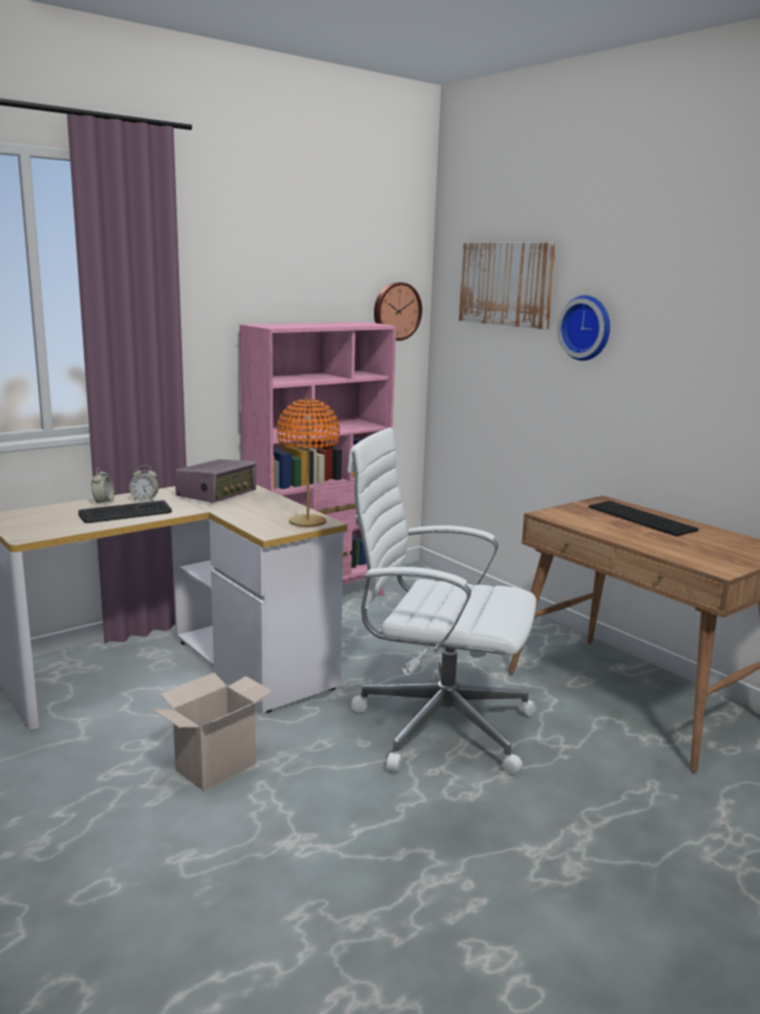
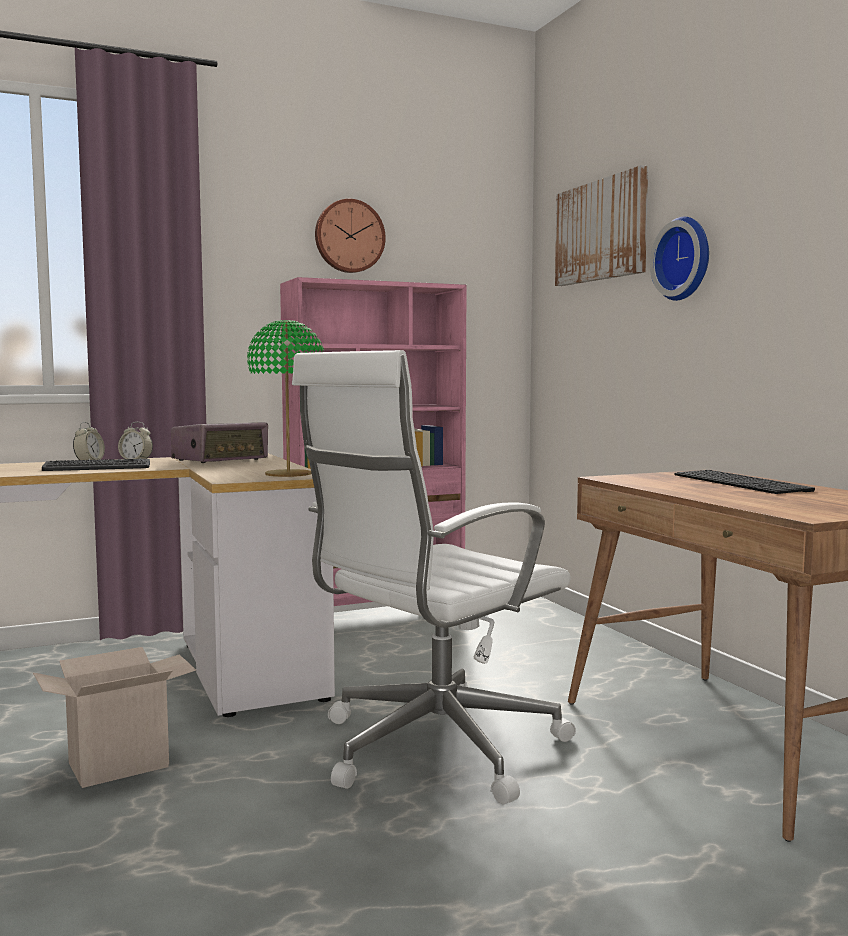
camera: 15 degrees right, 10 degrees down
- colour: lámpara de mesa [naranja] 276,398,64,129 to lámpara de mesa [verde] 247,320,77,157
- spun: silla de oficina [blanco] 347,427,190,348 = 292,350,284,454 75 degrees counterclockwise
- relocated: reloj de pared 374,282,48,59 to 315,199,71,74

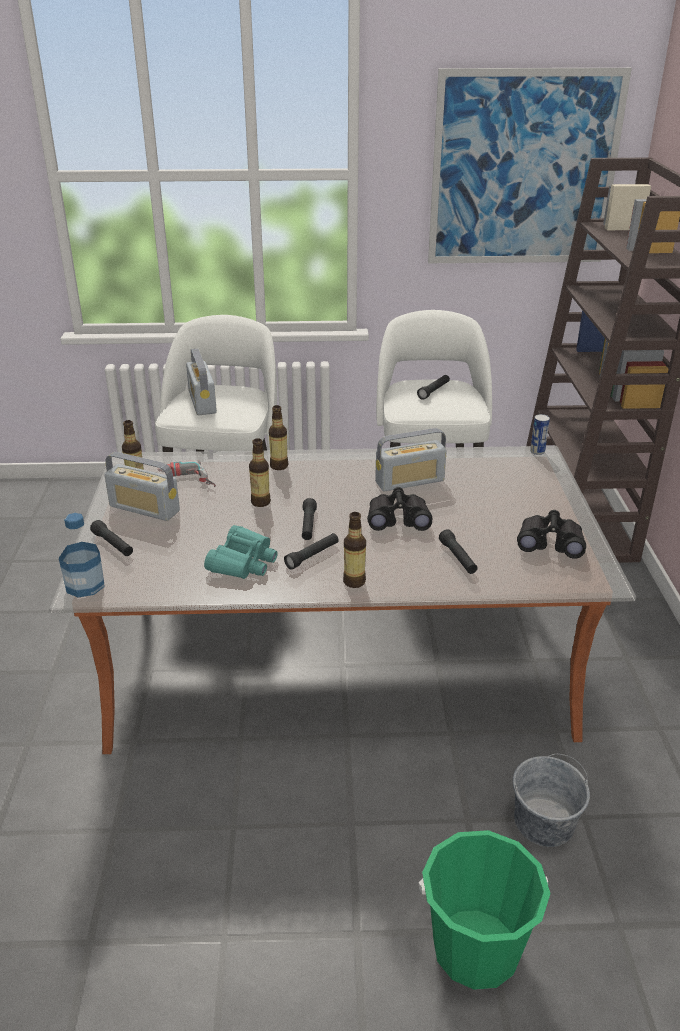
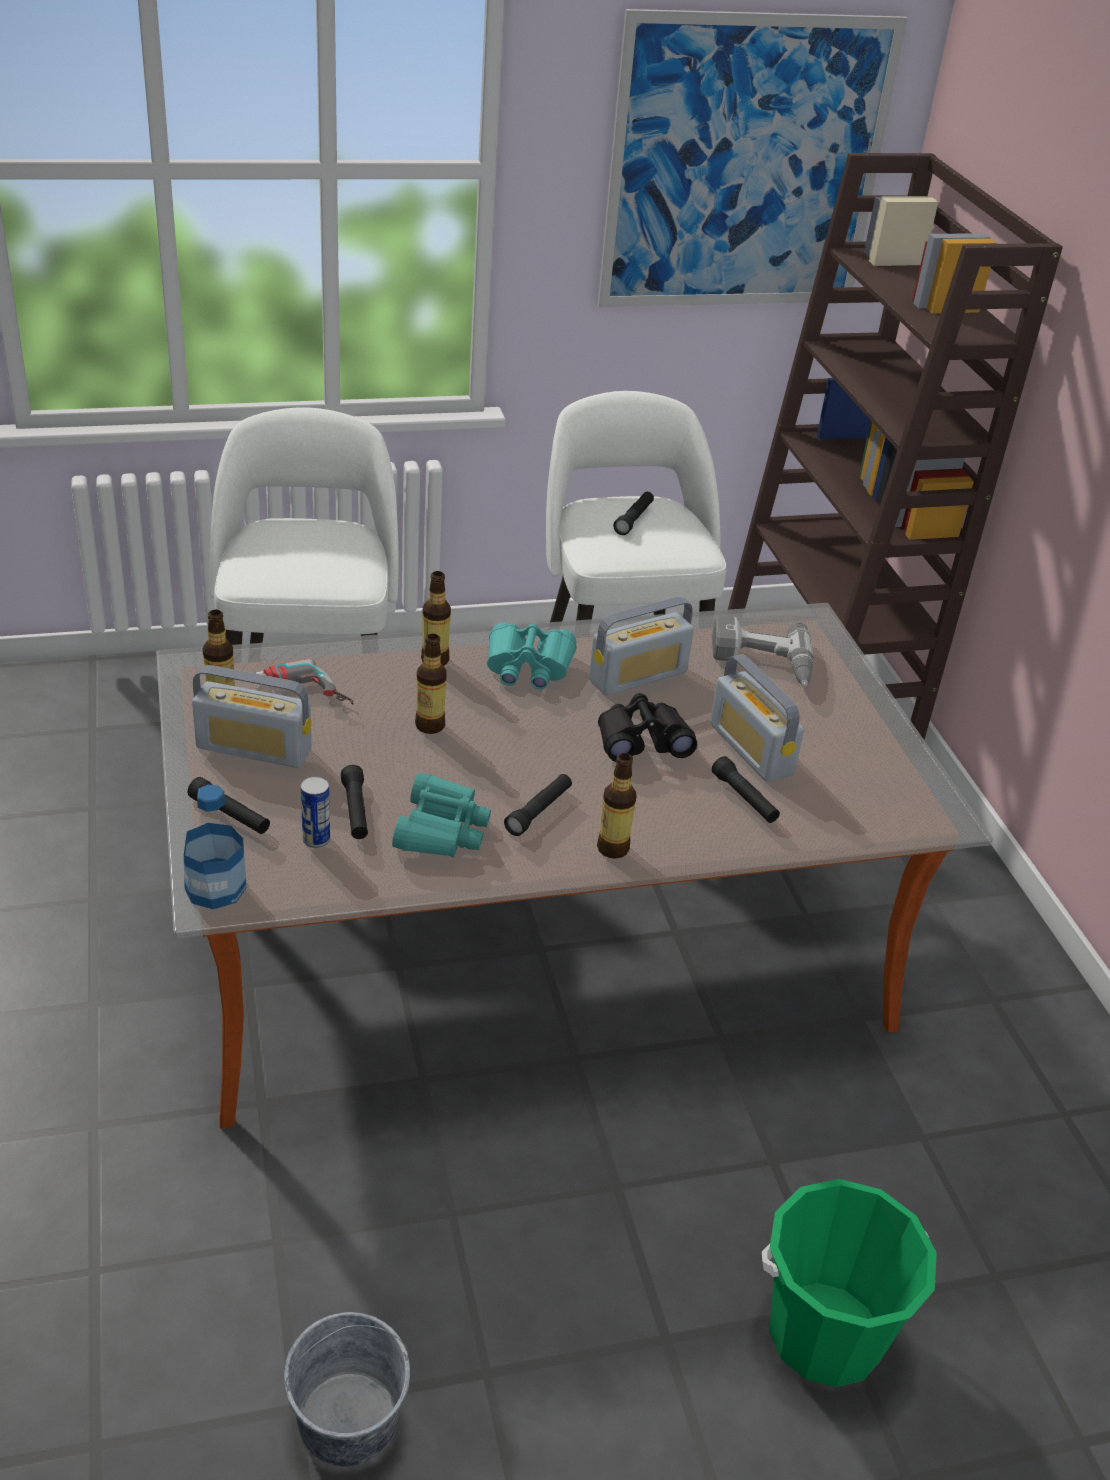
camera: 15 degrees left, 5 degrees up
- relocated: cubo [gris] 513,754,77,93 to 284,1312,126,155
- relocated: lata 530,414,20,41 to 301,776,29,72
- relocated: linterna [negro] 302,498,15,42 to 341,765,27,74
- appeared: prismáticos [turquesa] 487,622,90,67
- relocated: radio 186,349,31,66 to 710,654,94,128
- appeared: taladro 712,615,101,71
- missing: prismáticos [negro] 517,510,69,49

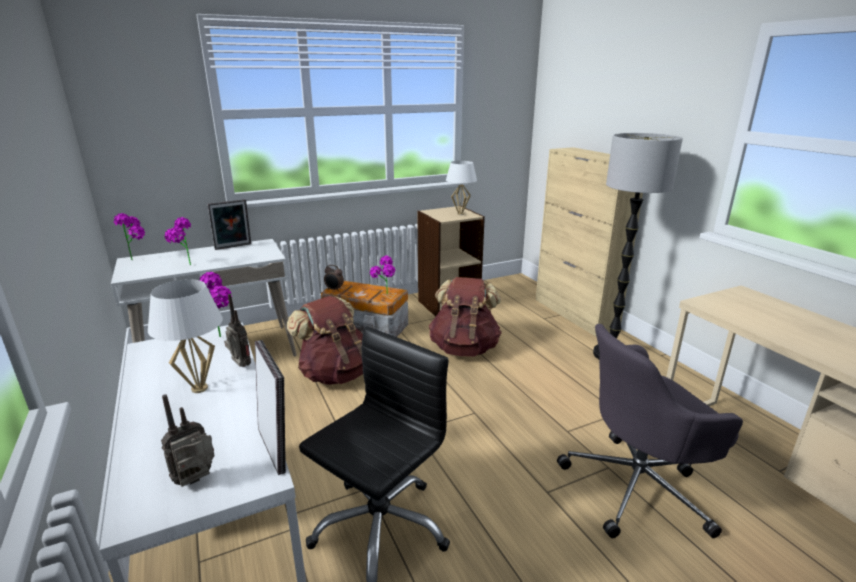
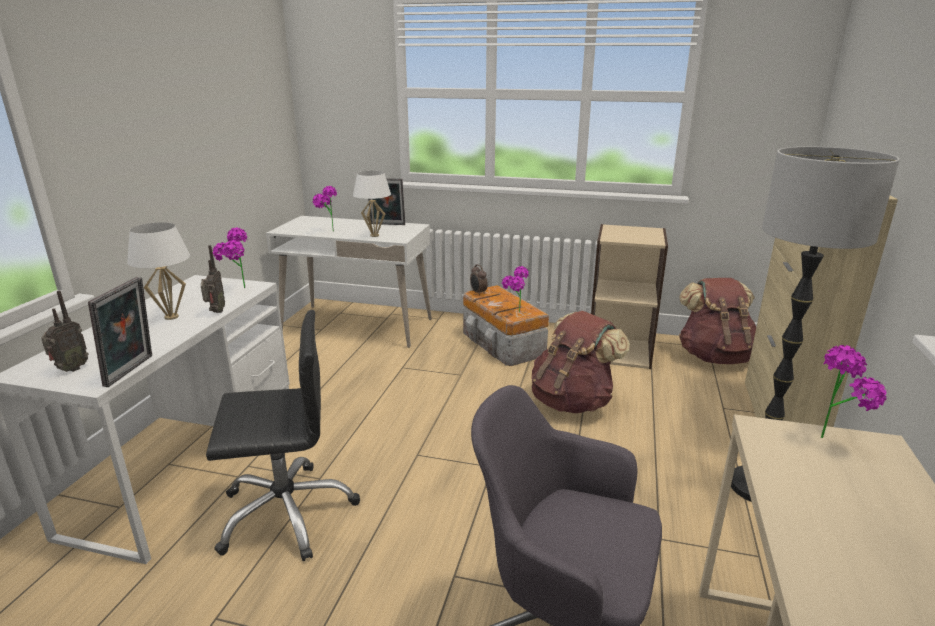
camera: 40 degrees right, 0 degrees up
- spun: radio 161,394,54,93 = 41,290,48,82 120 degrees clockwise
- relocated: lámpara de mesa [blanco] 446,161,31,54 to 353,171,38,66
- relocated: mochila [marrón] 287,296,76,89 to 679,278,77,86
- relocated: planta en maceta 114,213,31,47 to 821,345,66,93

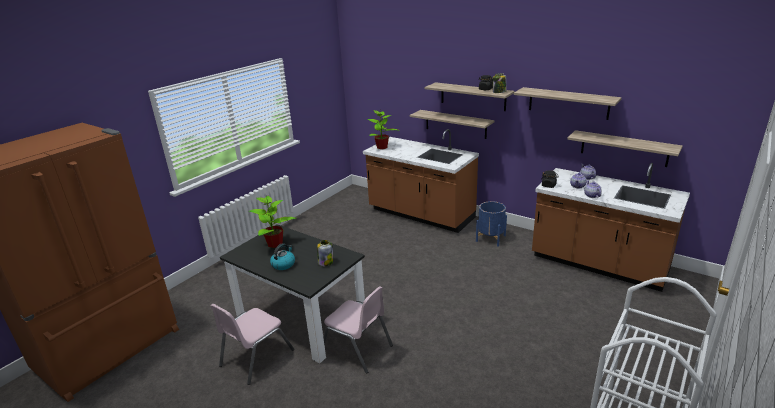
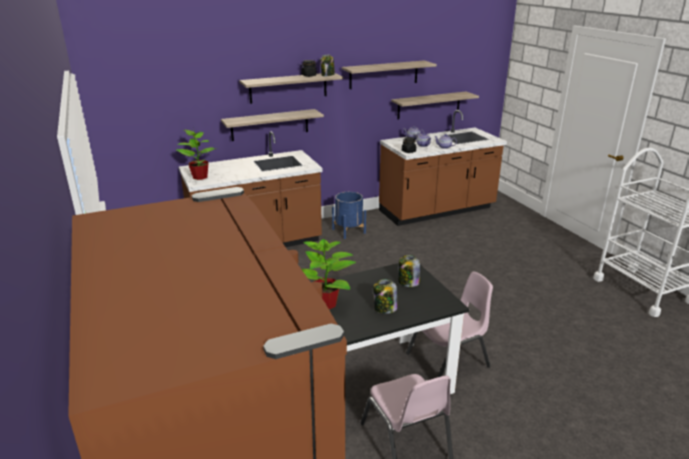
camera: 60 degrees left, 0 degrees up
- exchanged: hervidor 270,243,25,27 to tarro 373,279,24,35

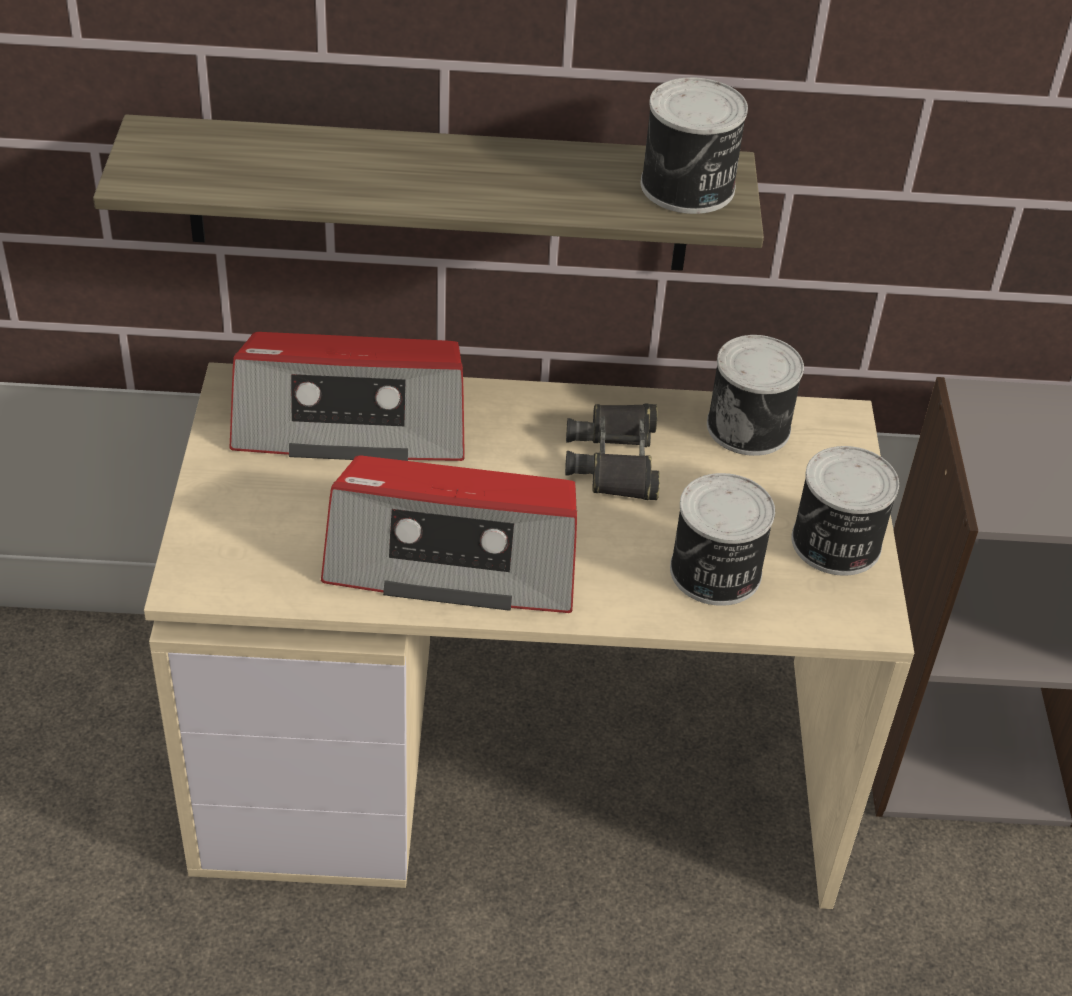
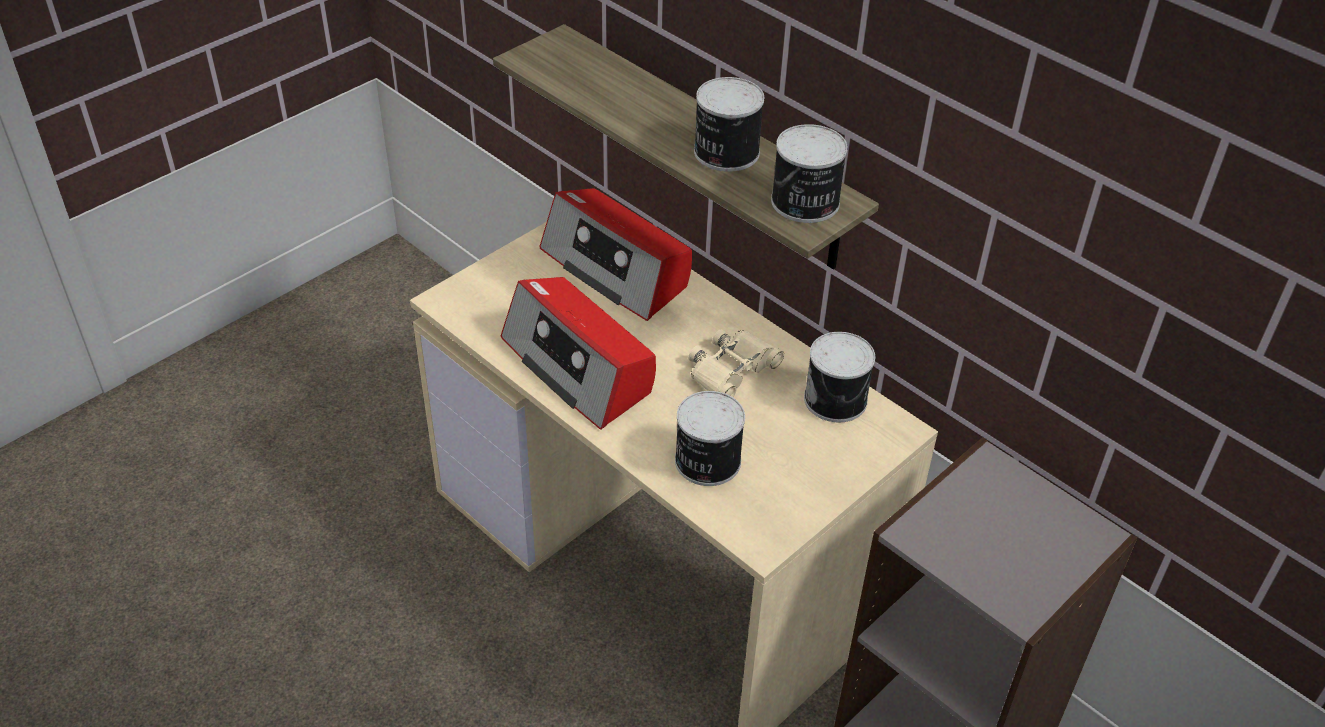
camera: 45 degrees right, 0 degrees up
- colour: prismáticos [negro] 565,404,95,96 to prismáticos [beis] 688,329,96,68
- relocated: lata 791,446,108,130 to 694,77,70,95

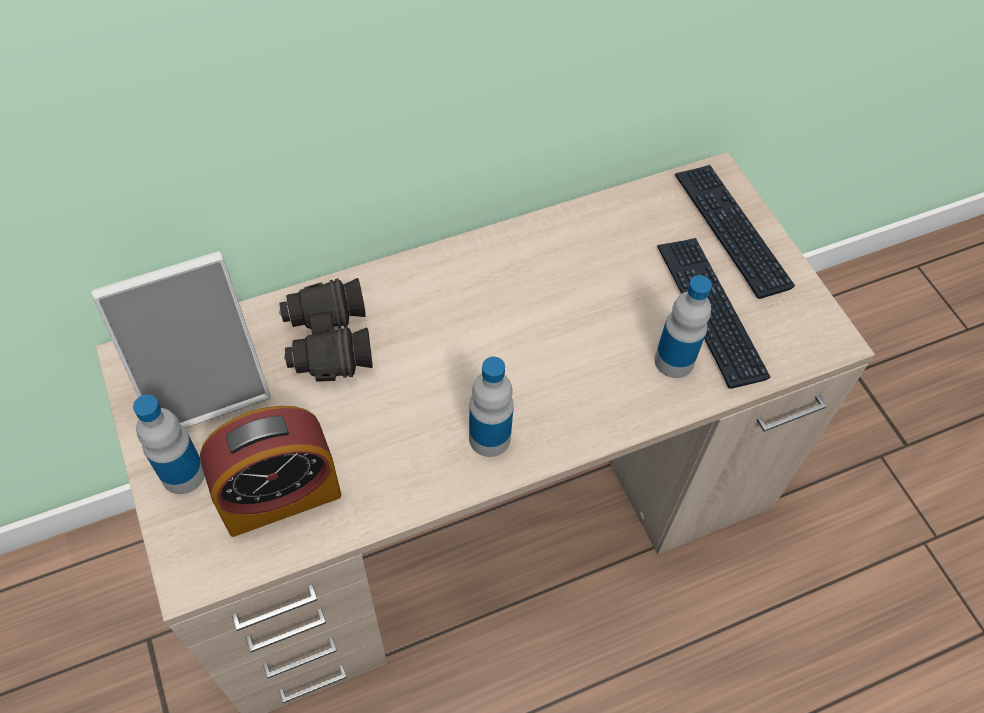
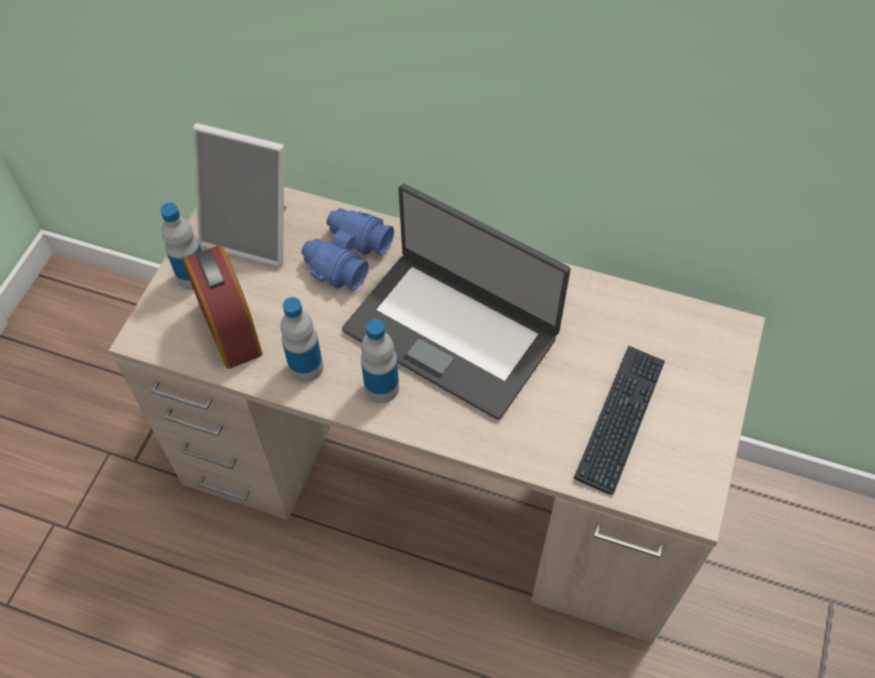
camera: 45 degrees right, 0 degrees up
- spun: despertador 200,406,141,131 = 183,245,80,124 45 degrees clockwise
- relocated: botella 654,275,58,103 to 280,297,43,85
- colour: prismáticos [negro] 279,278,94,104 to prismáticos [azul] 301,208,93,83
- appeared: portátil 342,184,229,236
- missing: teclado 675,165,120,134

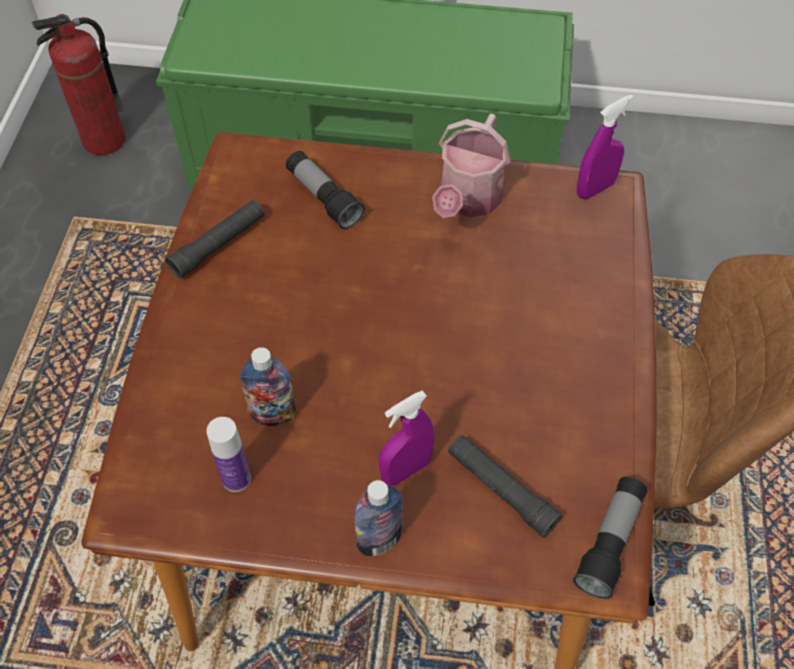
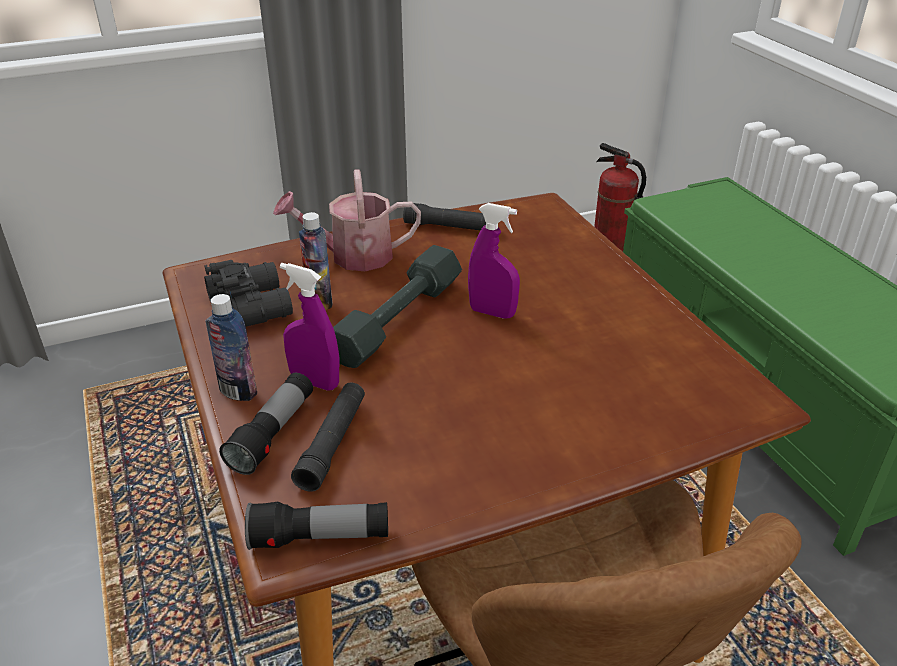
camera: 60 degrees right, 20 degrees down
- exchanged: botella 206,417,45,75 to prismáticos [negro] 204,260,89,66
- relocated: linterna 286,151,79,79 to 219,373,94,102
- relocated: regadera 432,113,79,105 to 273,169,148,102
- appeared: mancuerna [gris] 333,245,129,123
- relocated: pulverizador [morado] 577,94,56,105 to 468,203,52,115

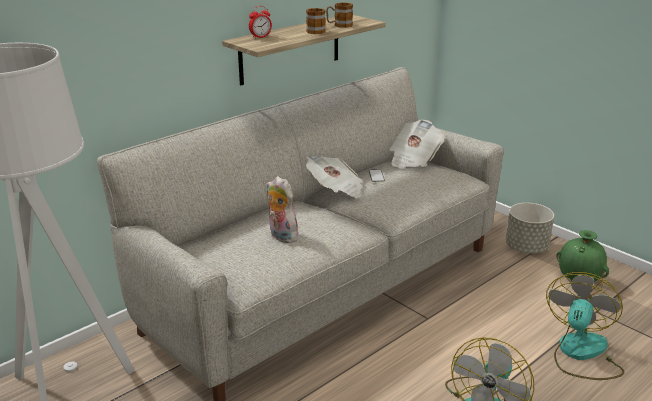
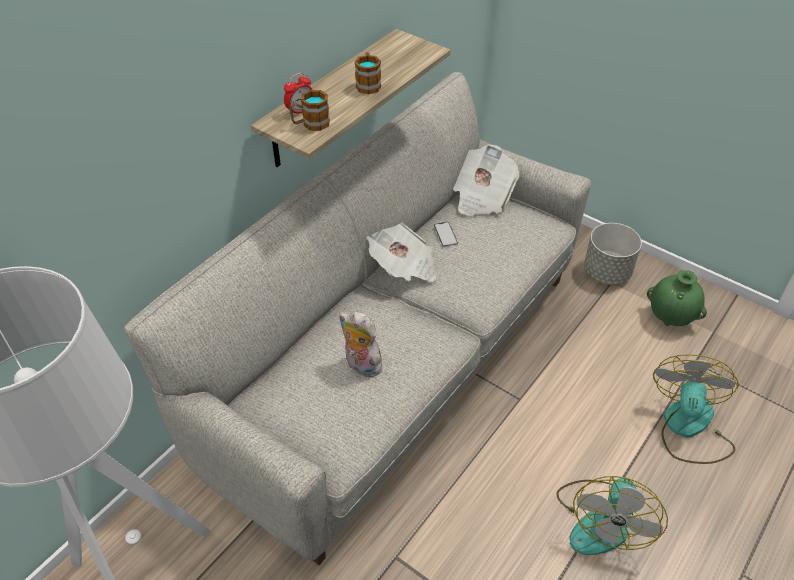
camera: 10 degrees left, 20 degrees up
- relocated: taza grande 326,2,27,26 to 289,90,41,41

